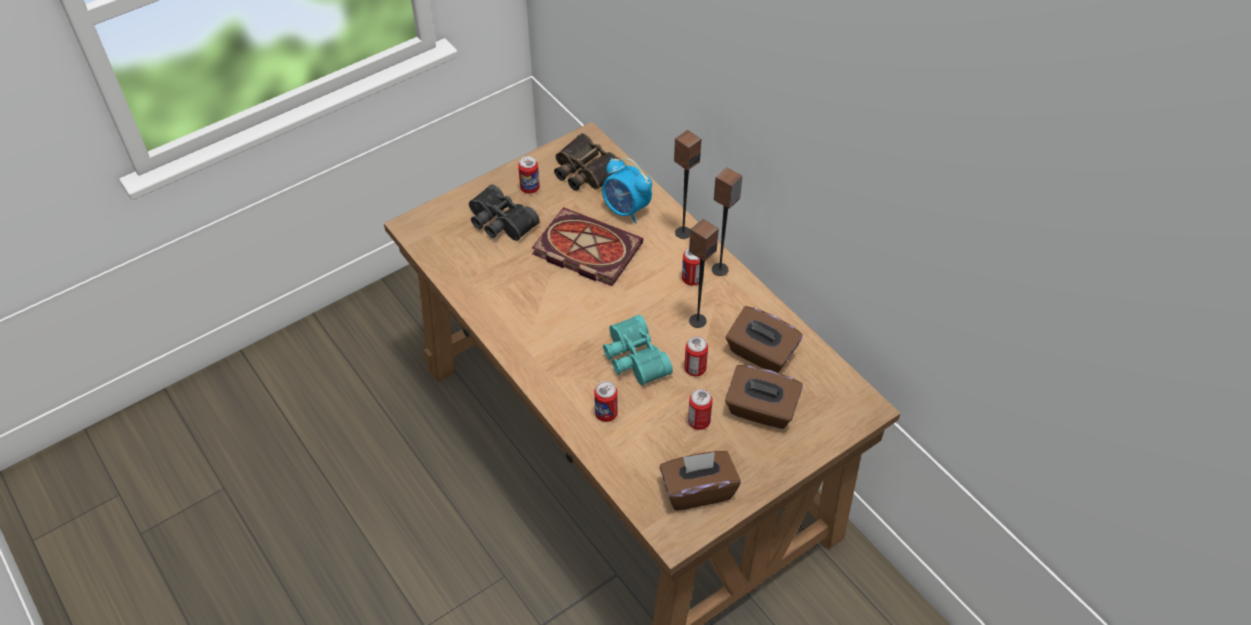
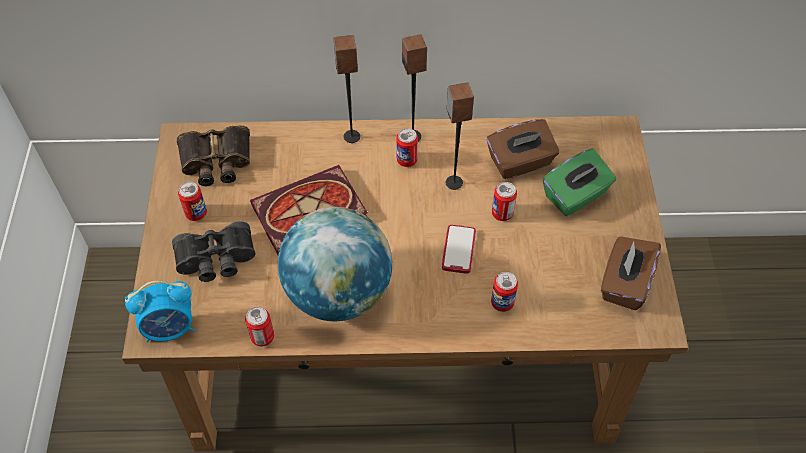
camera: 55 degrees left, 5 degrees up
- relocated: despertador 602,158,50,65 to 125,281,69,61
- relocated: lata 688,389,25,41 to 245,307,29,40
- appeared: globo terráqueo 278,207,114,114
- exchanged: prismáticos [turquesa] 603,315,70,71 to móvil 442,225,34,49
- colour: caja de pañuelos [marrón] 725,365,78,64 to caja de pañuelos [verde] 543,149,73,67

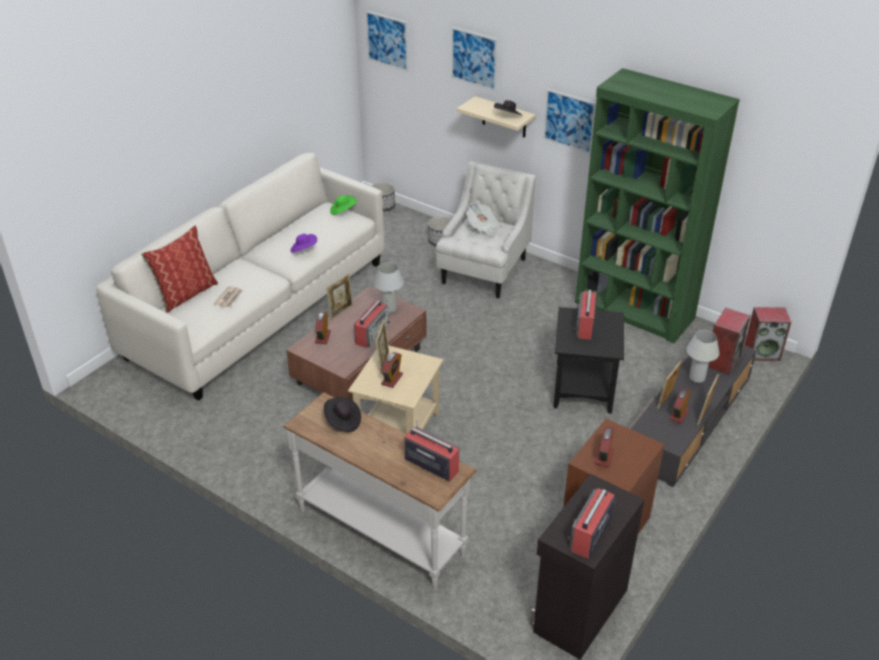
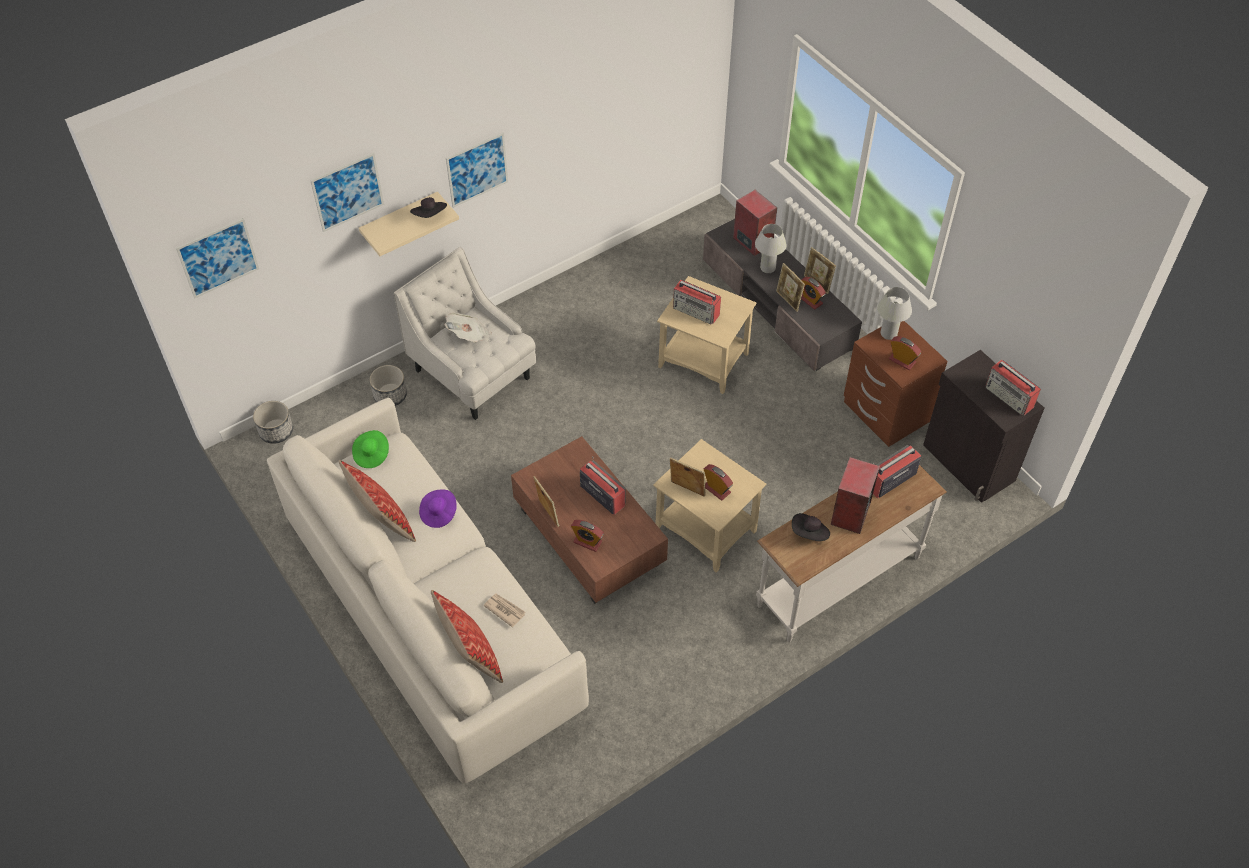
camera: 70 degrees left, 15 degrees up
- appeared: cojín 339,460,77,82
- colour: mesa auxiliar [negro] 553,307,71,107 to mesa auxiliar [beis] 657,276,100,118
- relocated: altavoz 744,307,47,54 to 831,457,49,77
- relocated: lámpara de mesa [blanco] 374,262,30,51 to 877,287,35,53
- missing: estantería [verde] 575,68,165,275

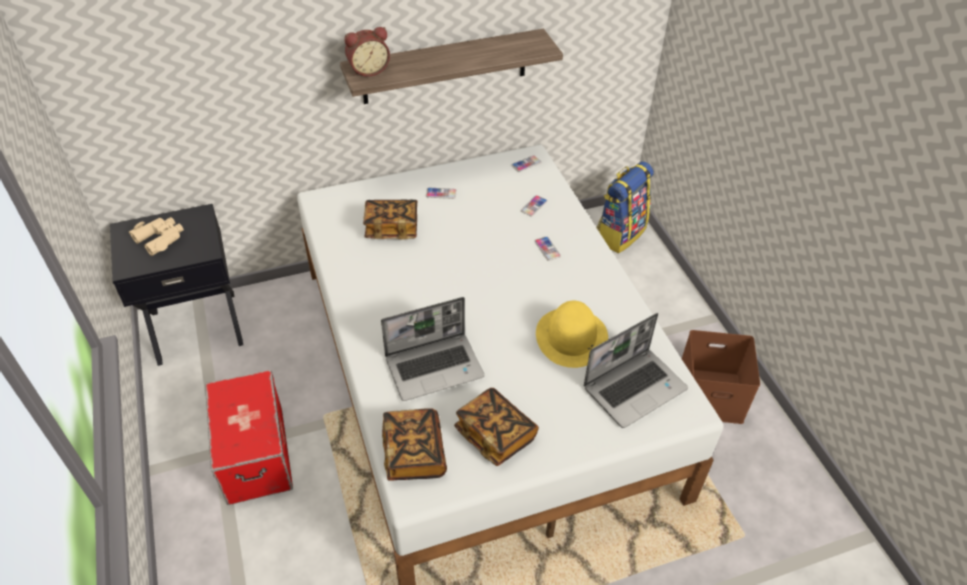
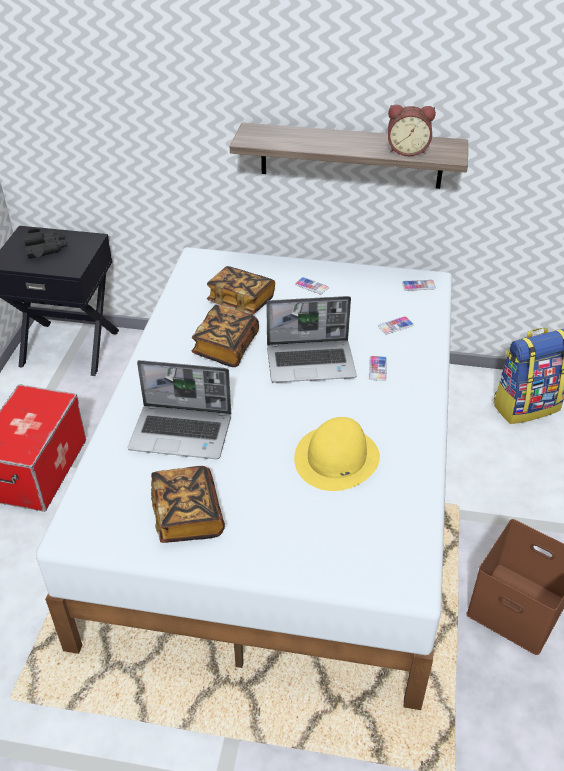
camera: 30 degrees right, 5 degrees down
- colour: prismáticos [beis] 129,217,55,39 to prismáticos [negro] 23,228,44,31
- relocated: libro 382,408,65,73 to 192,305,67,62
- relocated: portátil 584,313,104,115 to 266,296,91,87
- relocated: despertador 344,27,46,50 to 388,105,48,51

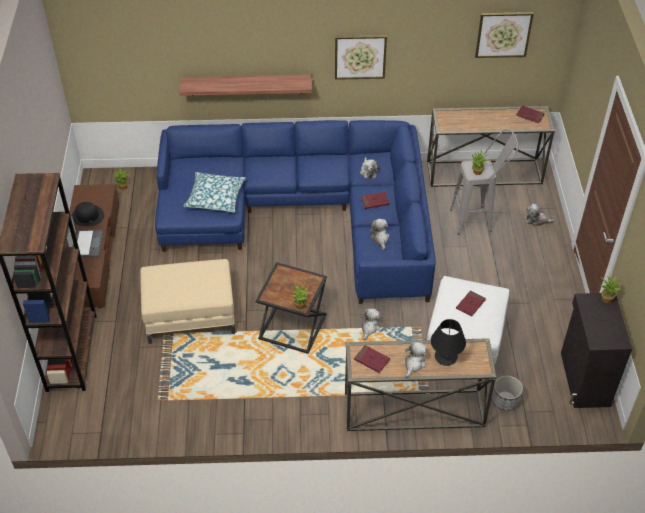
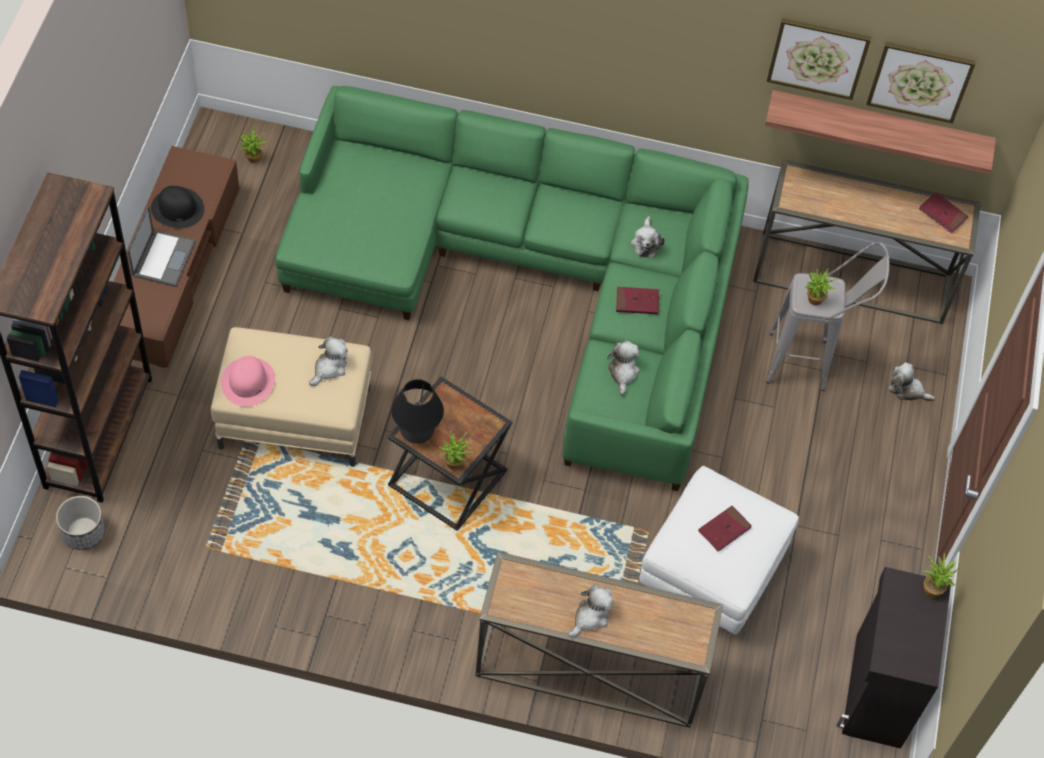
camera: 10 degrees right, 10 degrees up
- relocated: maceta 492,376,31,35 to 56,496,49,54
- appeared: sombrero [rosa] 221,356,54,51
- colour: sofá [azul] 155,120,281,184 to sofá [verde] 275,86,474,405
- relocated: peluche 361,308,19,32 to 309,336,39,50
- relocated: lámpara de mesa [negro] 431,319,35,47 to 391,379,53,65
- relocated: estante 179,74,133,22 to 765,90,231,84
- relocated: cuadro 335,35,52,45 to 767,18,104,82
- missing: cojín 183,172,63,41
- missing: libro [rojo] 354,345,36,28

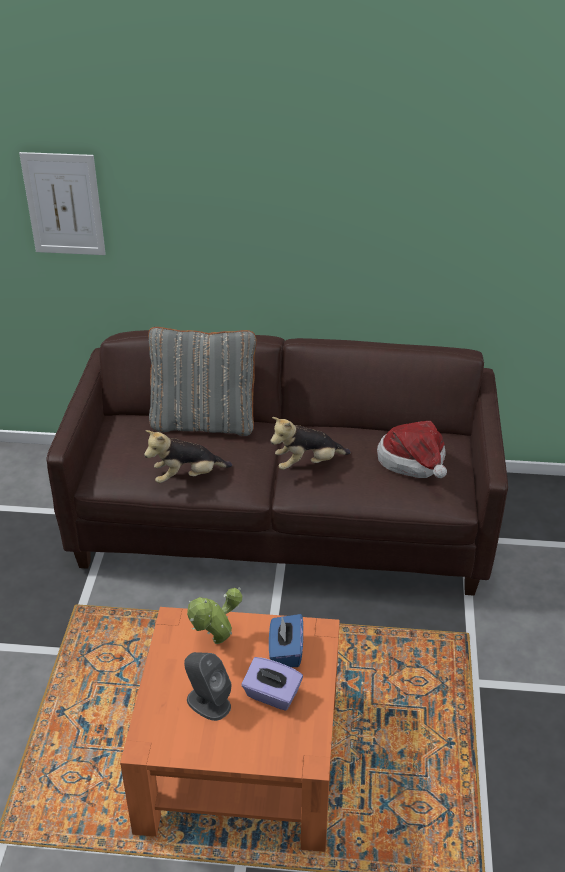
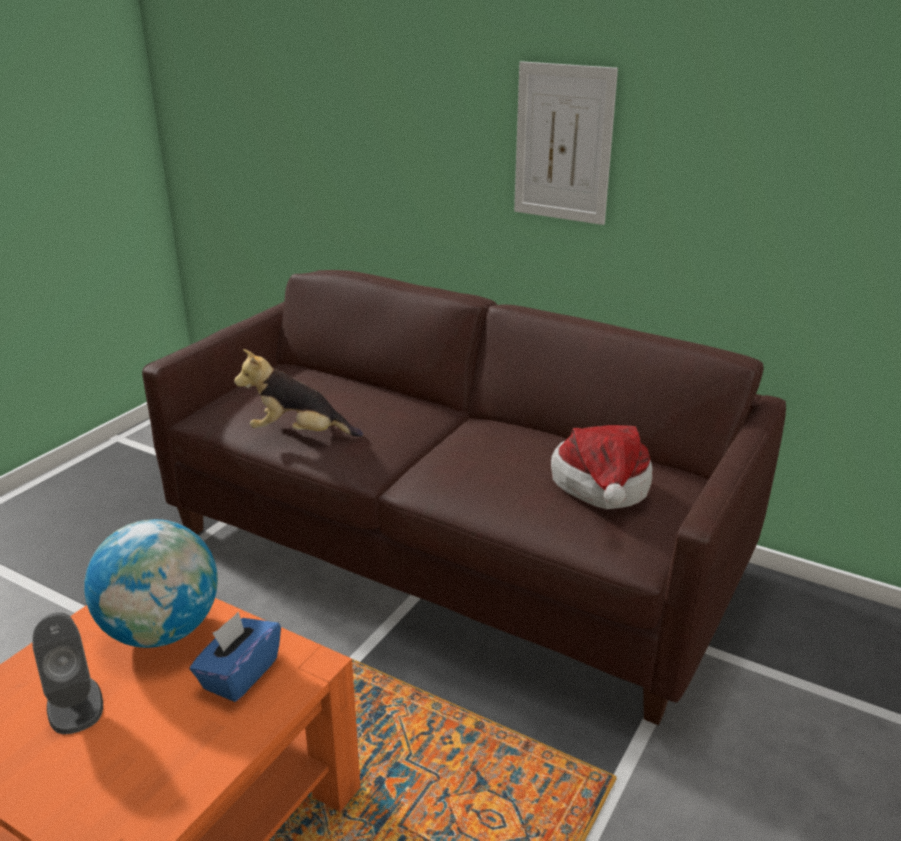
camera: 25 degrees right, 10 degrees down
- exchanged: planta en maceta 187,588,55,56 to globo terráqueo 84,519,134,129
- relocated: cuadro 19,152,87,103 to 514,61,104,164
- missing: cojín [gris] 148,327,109,109
- missing: caja de pañuelos [morado] 242,657,61,54
- missing: peluche 270,417,81,53

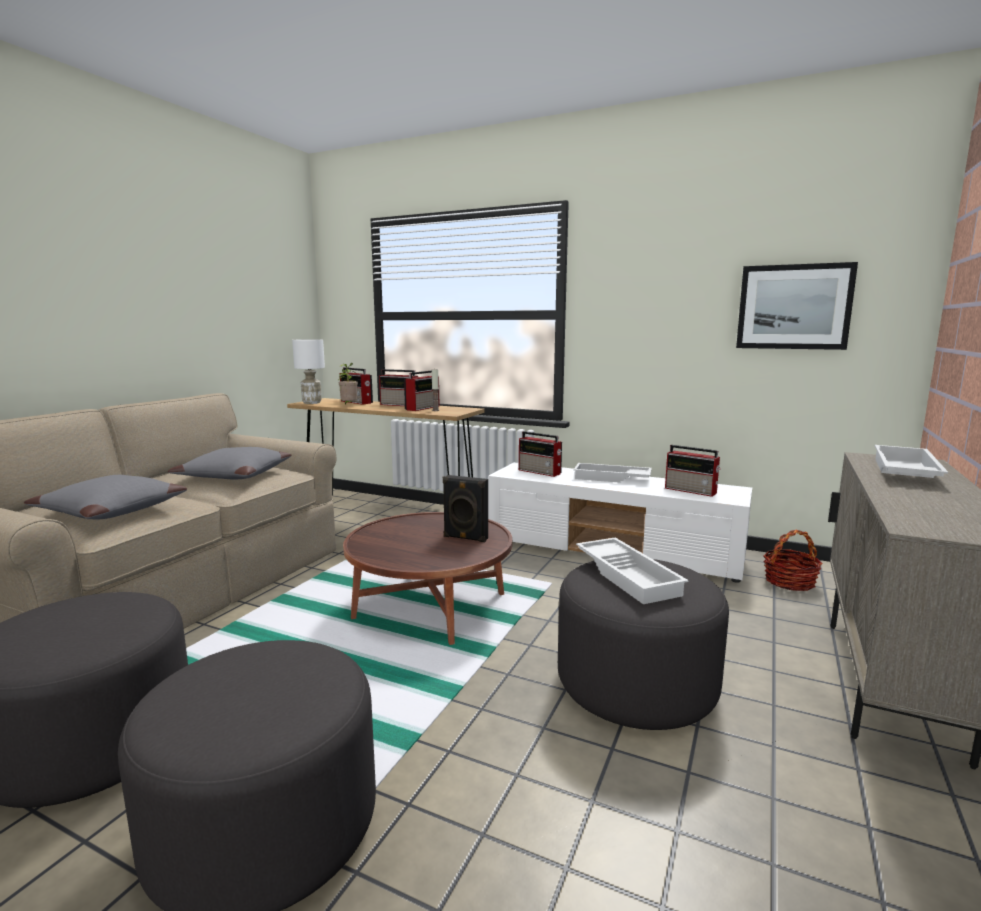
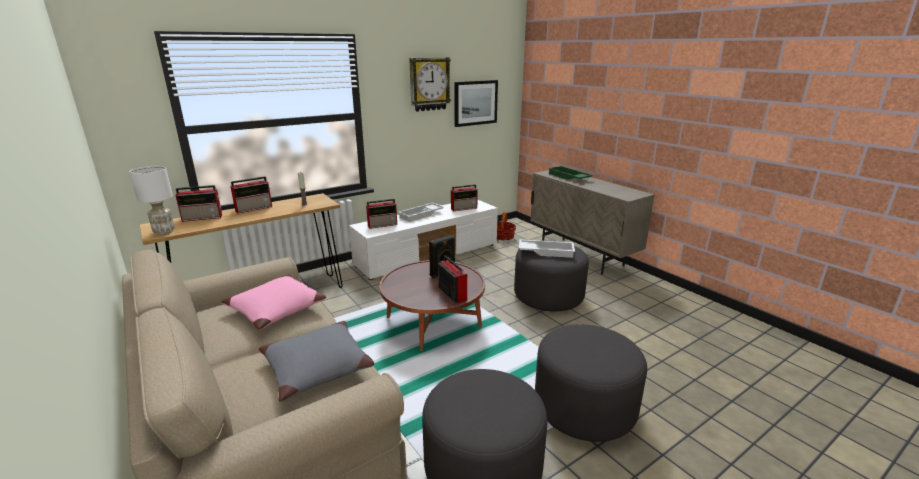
camera: 60 degrees left, 10 degrees up
- colour: cojín [gris] 168,447,123,33 to cojín [rosa] 221,275,105,55
- appeared: reloj de pared 409,57,42,55
- relocated: radio 404,371,36,40 to 438,256,29,47
- colour: bandeja [blanco] 875,445,73,33 to bandeja [verde] 548,166,45,14
- missing: planta en maceta 339,363,19,41

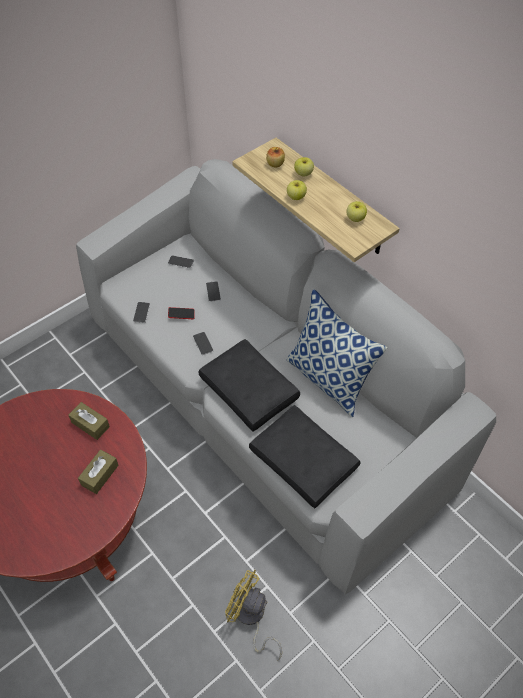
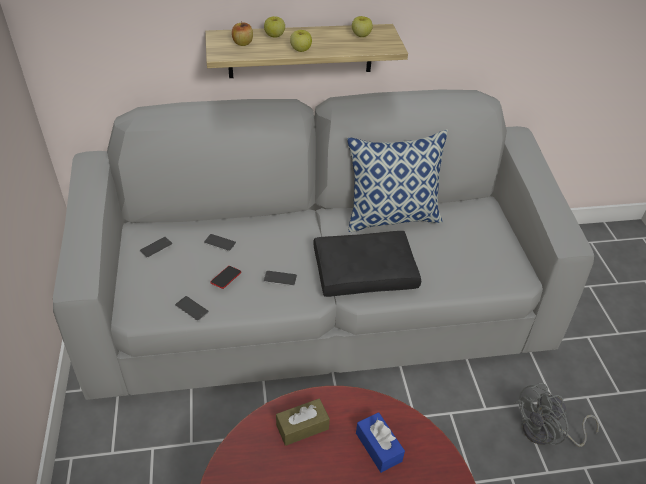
camera: 60 degrees left, 10 degrees down
- colour: caja de pañuelos [marrón] 78,450,41,44 to caja de pañuelos [azul] 356,412,49,61
- colour: ventilador [amarillo] 225,570,57,91 to ventilador [gris] 514,383,85,64
- missing: cojín [negro] 249,405,112,104

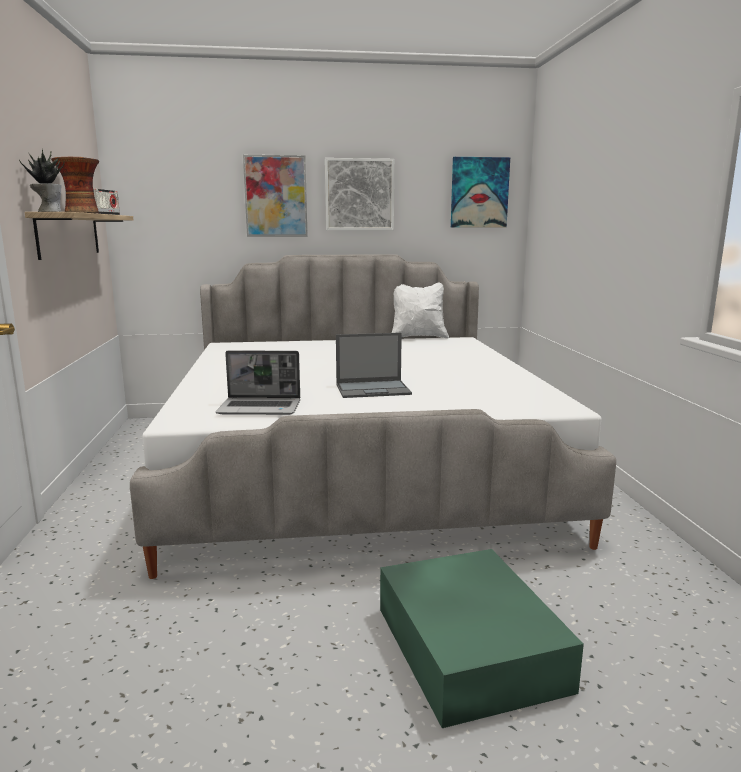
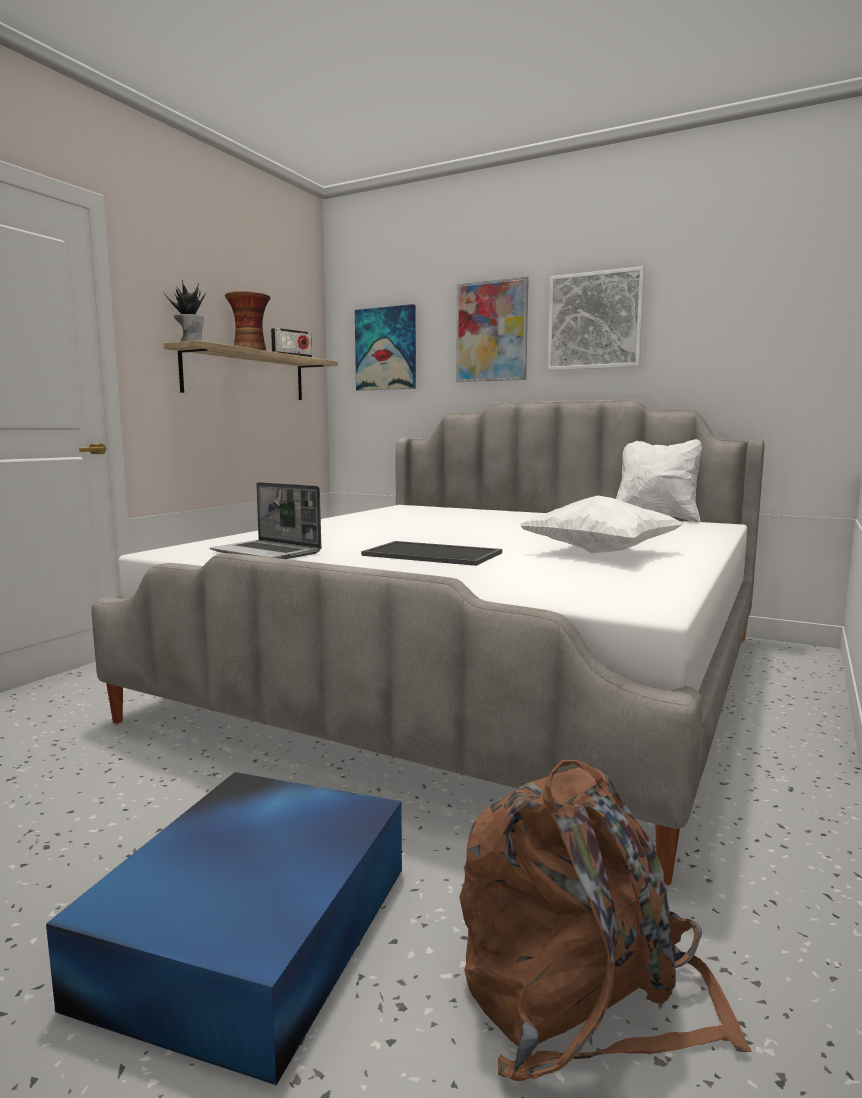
camera: 35 degrees right, 5 degrees down
- colour: caja de almacenaje [verde] 380,549,204,179 to caja de almacenaje [azul] 46,772,356,313
- relocated: cuadro 451,157,59,71 to 355,304,61,87
- exchanged: portátil 336,333,76,65 to bandeja 361,541,141,25
- appeared: mochila [marrón] 459,760,293,321
- appeared: cojín [blanco] 520,496,164,58

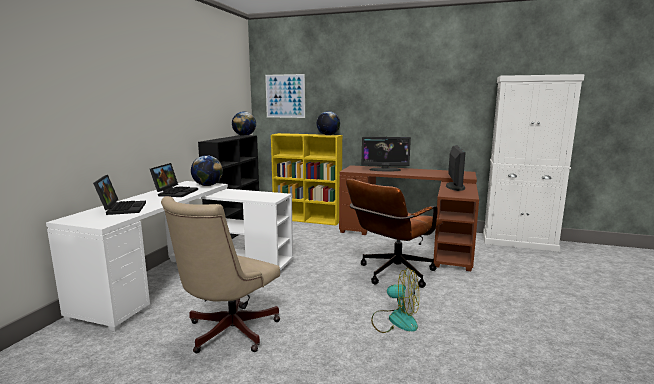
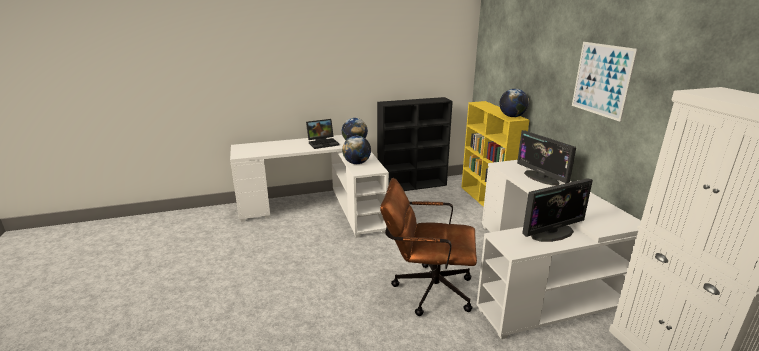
camera: 55 degrees right, 10 degrees up
- relocated: globo terráqueo 232,111,24,25 to 342,136,29,28
- colour: escritorio [marrón] 339,165,140,106 to escritorio [blanco] 476,160,165,179
- relocated: cuadro 265,74,40,44 to 572,42,66,80
- missing: portátil 93,175,53,40
- missing: silla de oficina [beis] 161,196,119,157
- missing: ventilador 371,268,48,65

